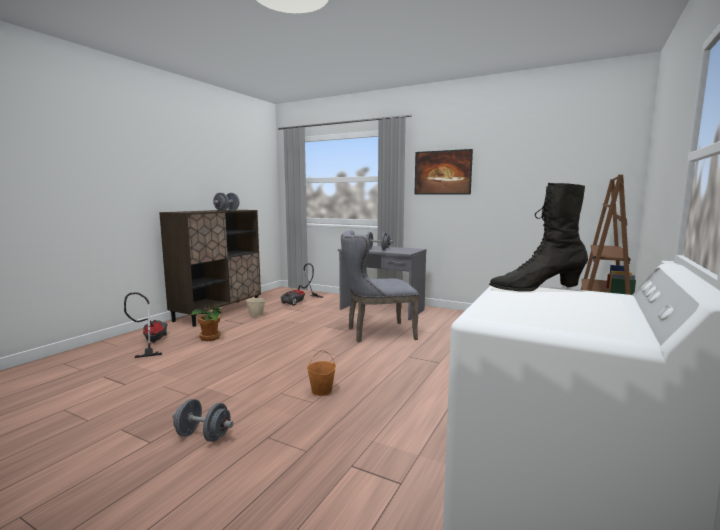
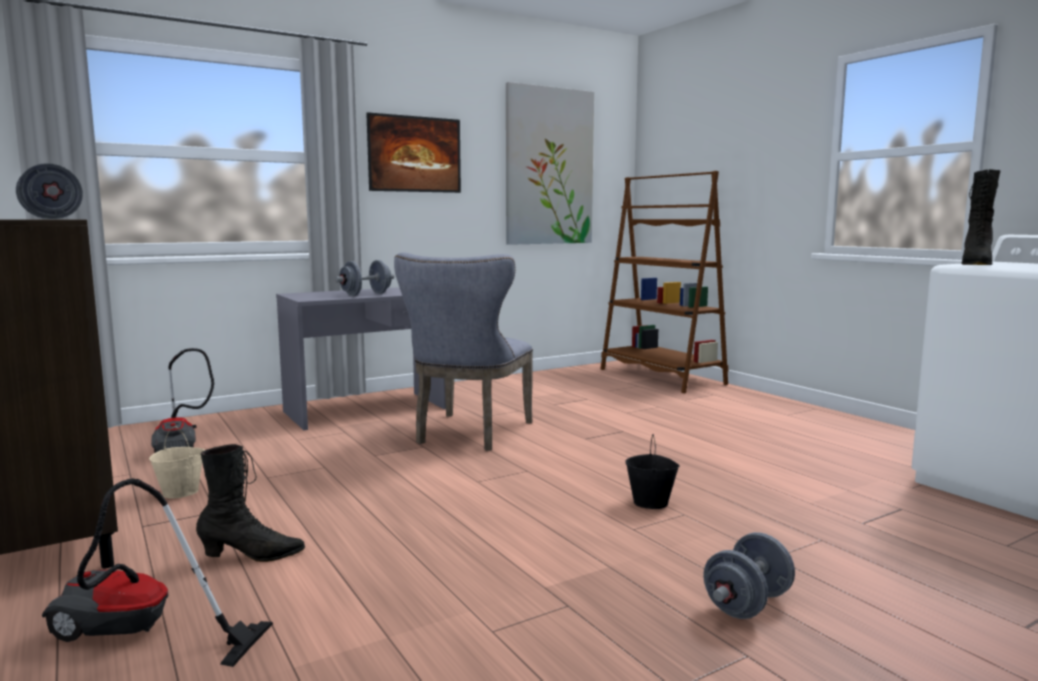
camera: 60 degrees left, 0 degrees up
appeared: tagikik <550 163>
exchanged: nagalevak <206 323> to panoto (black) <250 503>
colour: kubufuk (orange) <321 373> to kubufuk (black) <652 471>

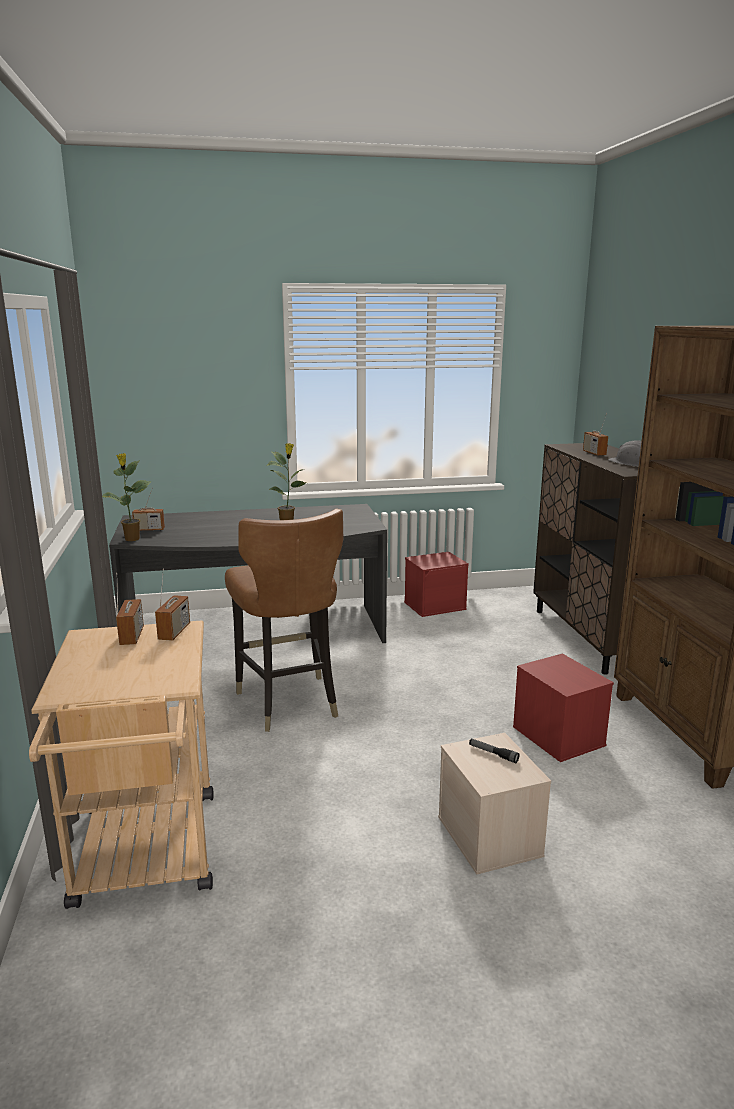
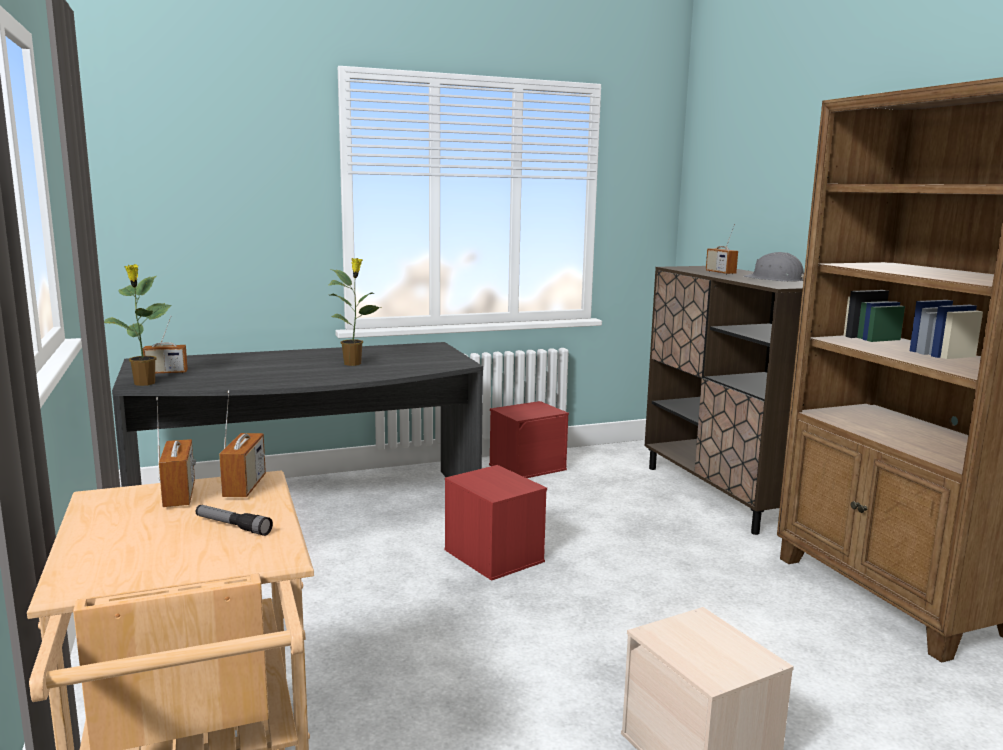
camera: 10 degrees left, 5 degrees down
missing: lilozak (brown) <284 620>
relocated: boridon <494 750> to <234 520>; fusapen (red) <563 707> to <496 523>

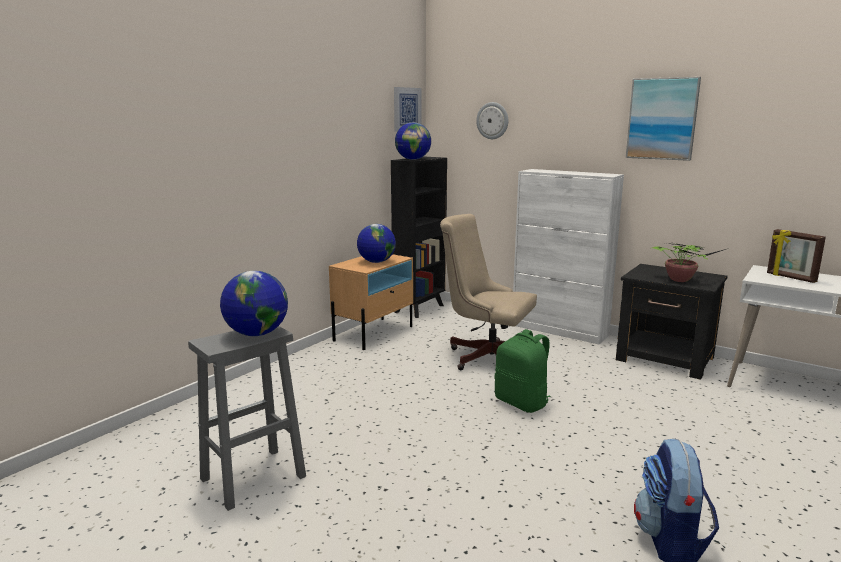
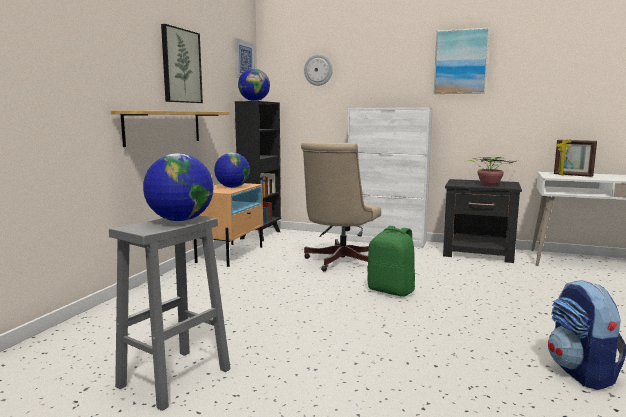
camera: 15 degrees left, 5 degrees down
appeared: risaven <170 128>; tagikik <182 63>
spun: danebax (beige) <488 292> = <341 206> 75 degrees counterclockwise

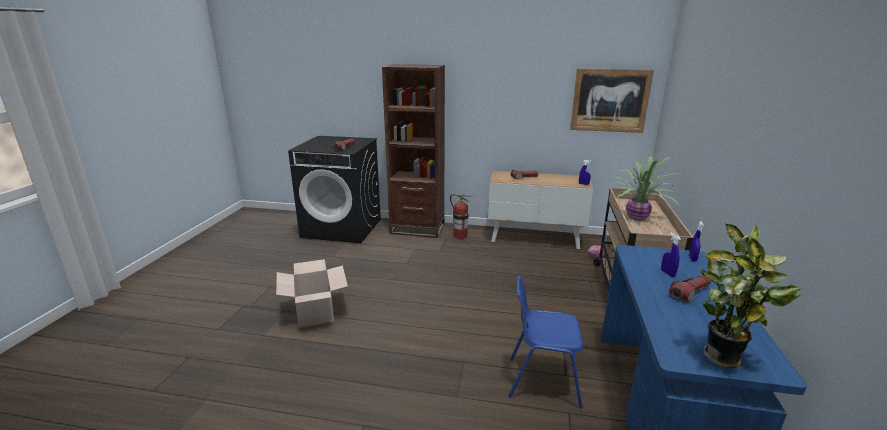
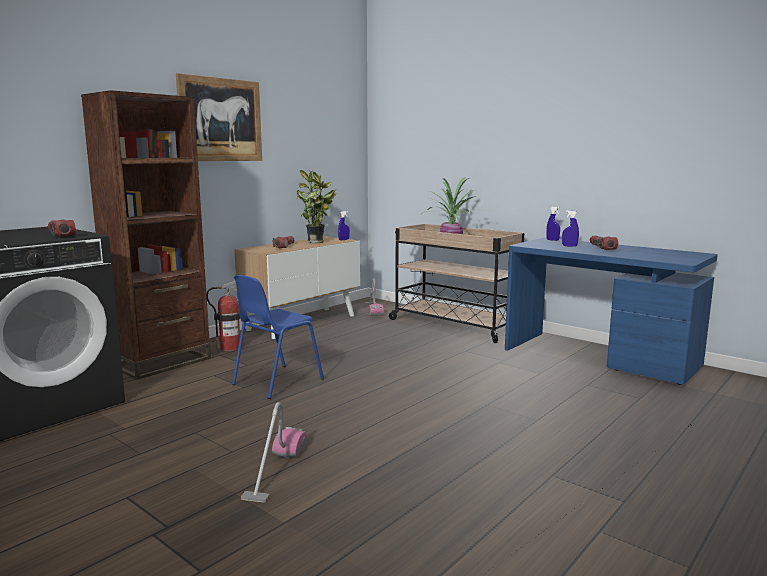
camera: 60 degrees left, 10 degrees down
relocated: lilozak (blue) <545 342> to <278 337>; tagikik <612 100> to <219 117>; nagalevak <751 295> to <316 206>
exchanged: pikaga <312 293> to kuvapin <274 452>

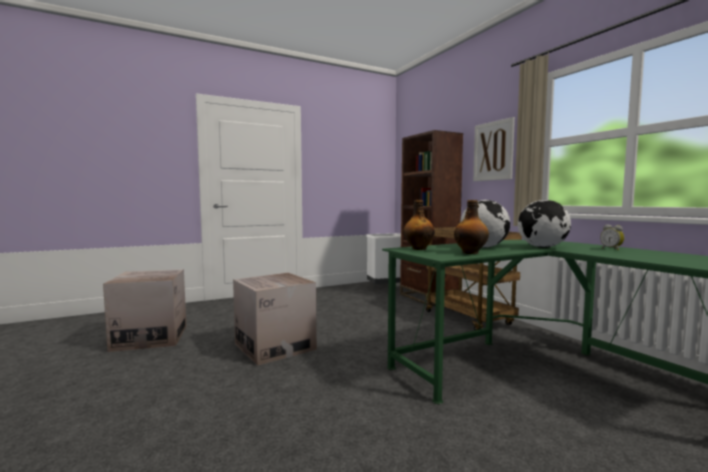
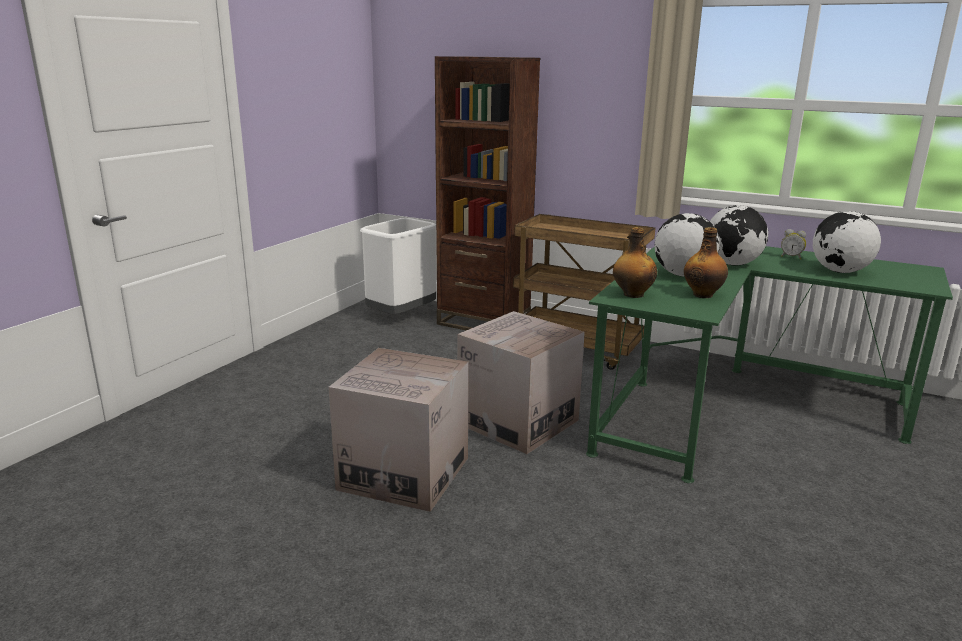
camera: 35 degrees left, 15 degrees up
missing: tagikik <494 149>
appeared: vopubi <847 242>
relocated: pikaga <144 310> to <521 382>

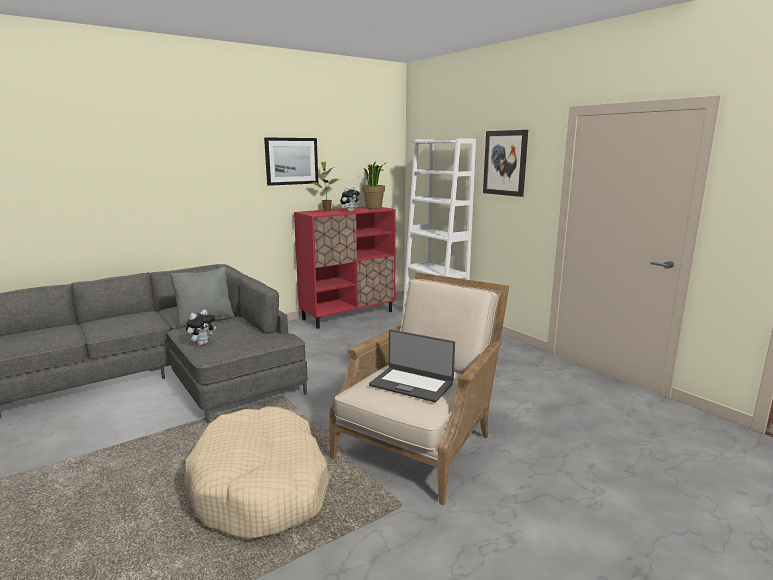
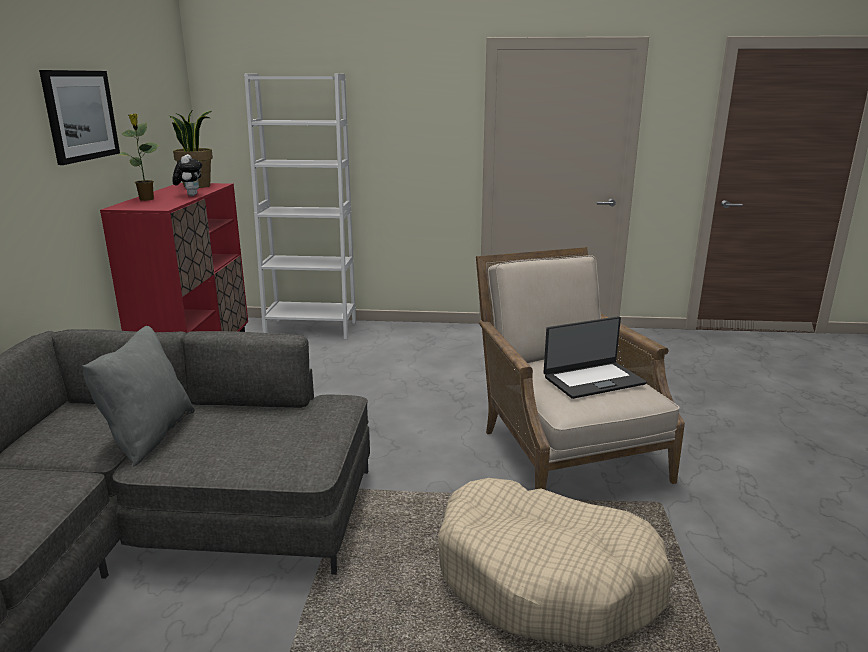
camera: 50 degrees left, 5 degrees up
missing: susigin <201 327>; tagikik <505 163>

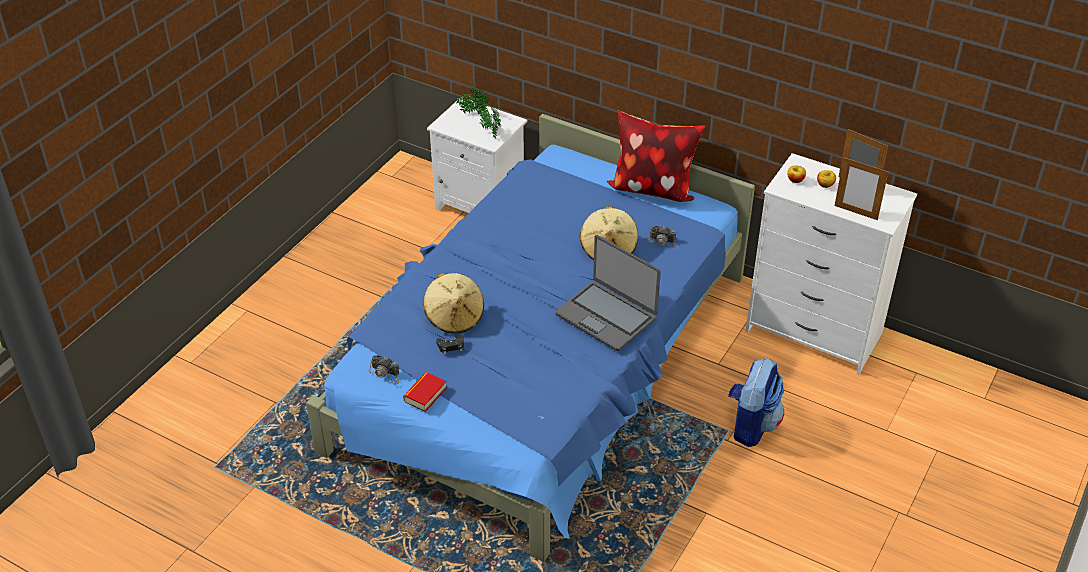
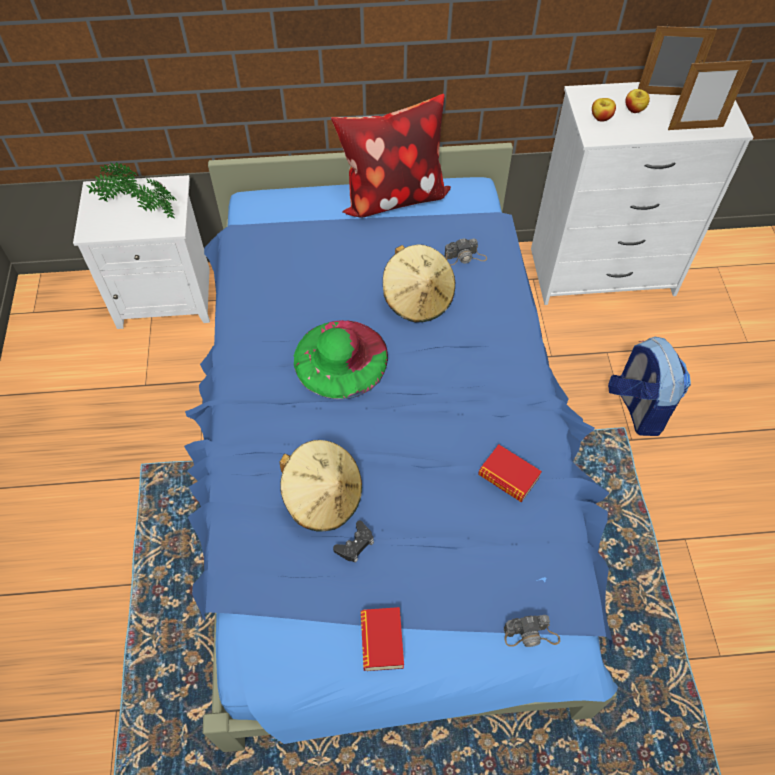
camera: 35 degrees left, 15 degrees up
missing: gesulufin <608 293>
appeared: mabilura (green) <341 359>; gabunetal <510 473>
relocated: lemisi <384 370> to <532 631>

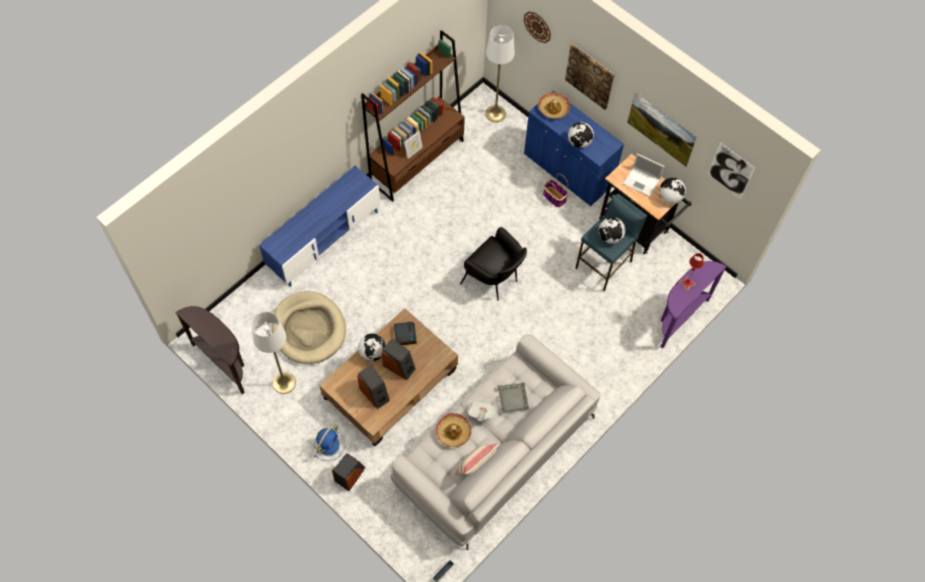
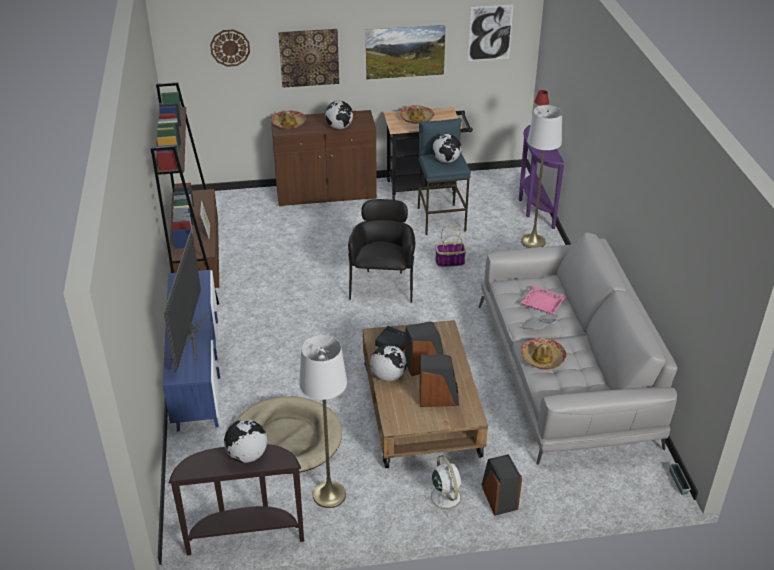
camera: 50 degrees left, 25 degrees down
missing: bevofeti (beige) <477 459>
appeared: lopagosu <186 301>
relocated: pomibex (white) <500 73> to <541 176>; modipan <555 190> to <450 246>; vopubi <672 191> to <245 441>
exchanged: gesulufin <644 175> to mabilura <417 114>
colour: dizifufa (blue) <329 442> to dizifufa (white) <445 486>; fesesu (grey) <513 397> to fesesu (pink) <543 299>; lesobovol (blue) <574 148> to lesobovol (brown) <324 158>
spun: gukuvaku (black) <493 263> = <381 251> 75 degrees counterclockwise

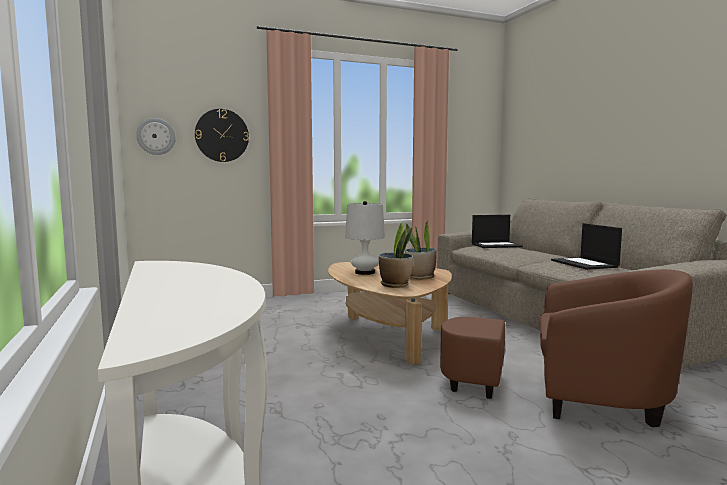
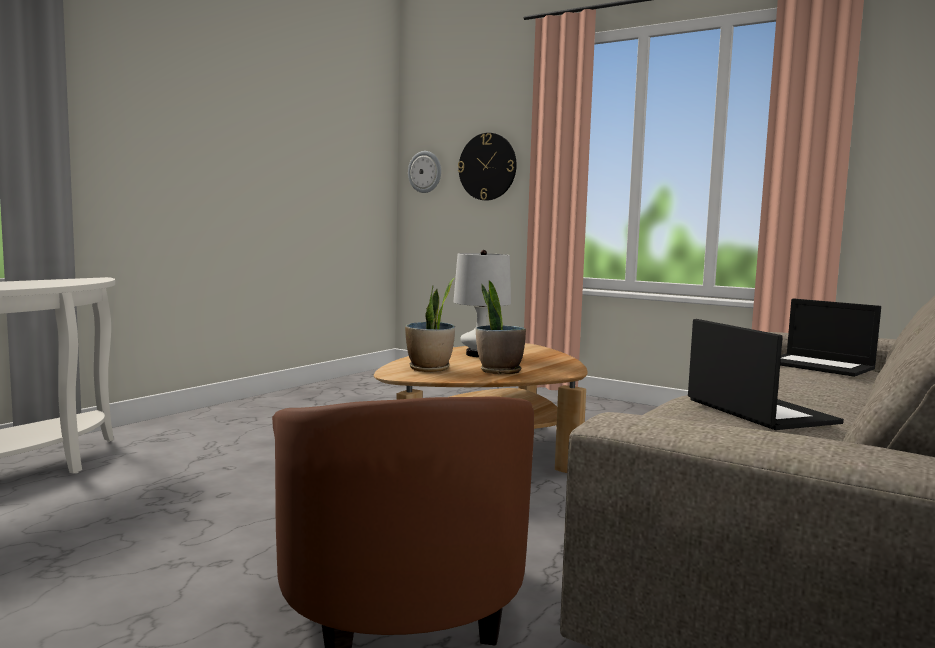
camera: 55 degrees right, 0 degrees up
spun: gesulufin <586 246> = <766 374> 120 degrees clockwise

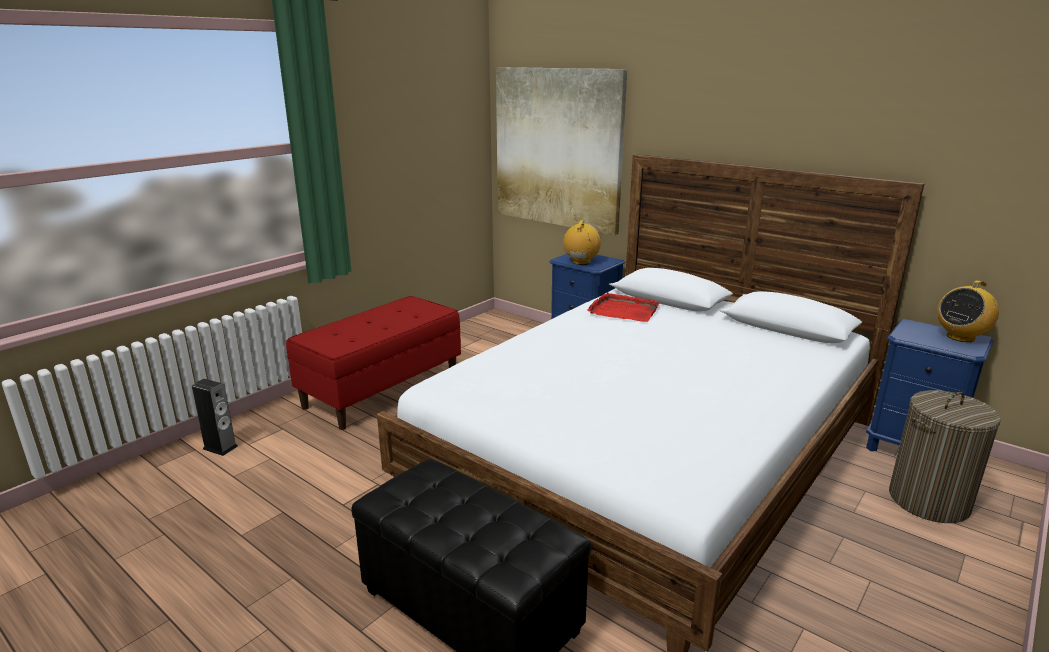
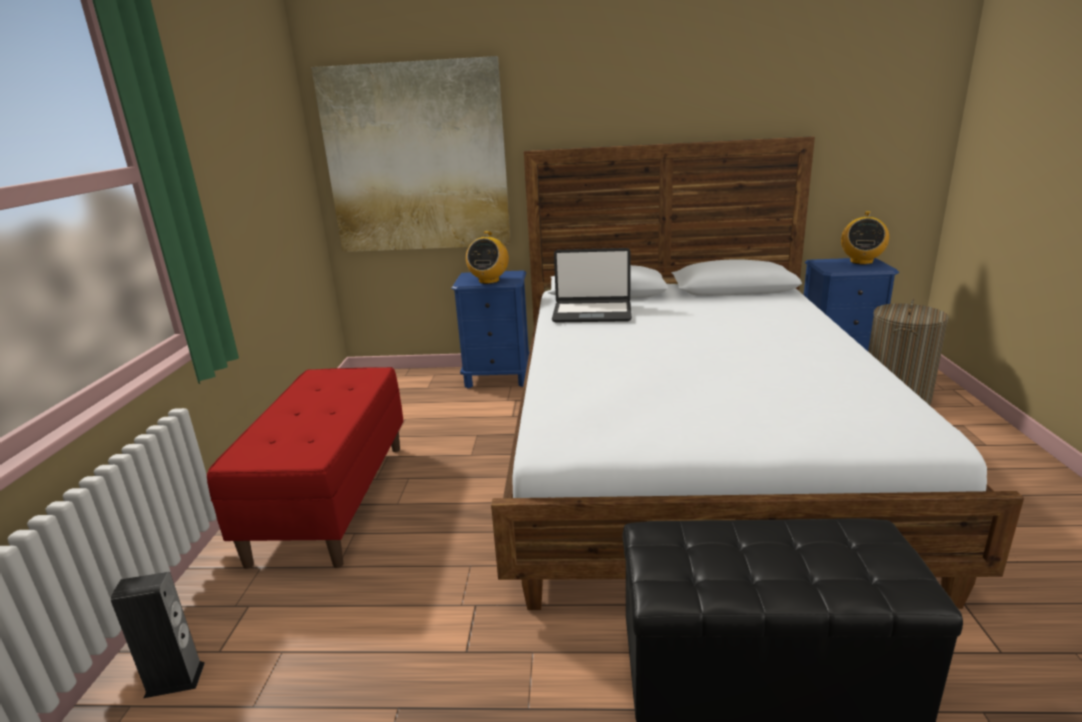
camera: 35 degrees left, 0 degrees up
exchanged: fesesu (red) <623 307> to gesulufin <592 285>
spun: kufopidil <582 242> = <487 257> 150 degrees counterclockwise

